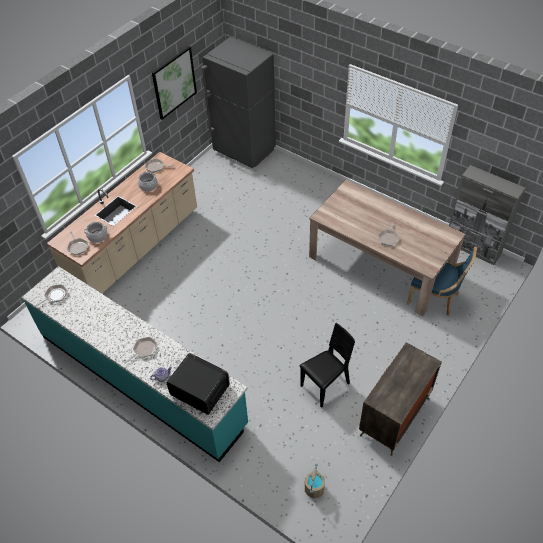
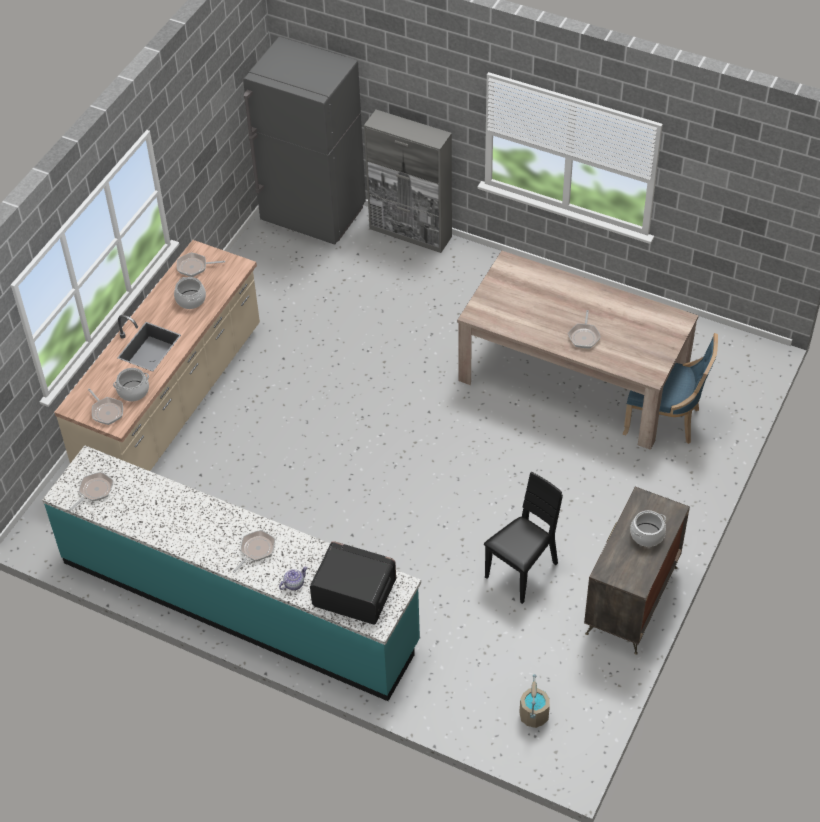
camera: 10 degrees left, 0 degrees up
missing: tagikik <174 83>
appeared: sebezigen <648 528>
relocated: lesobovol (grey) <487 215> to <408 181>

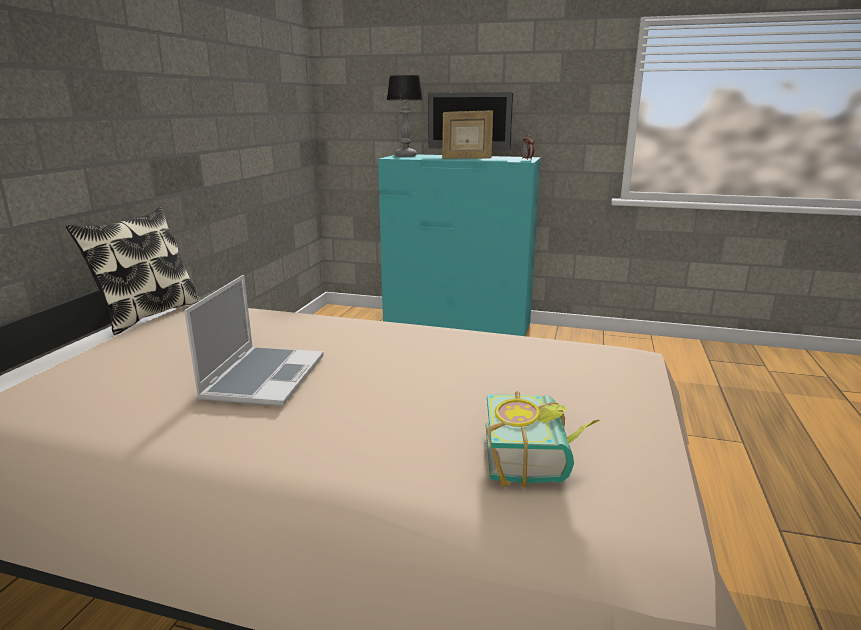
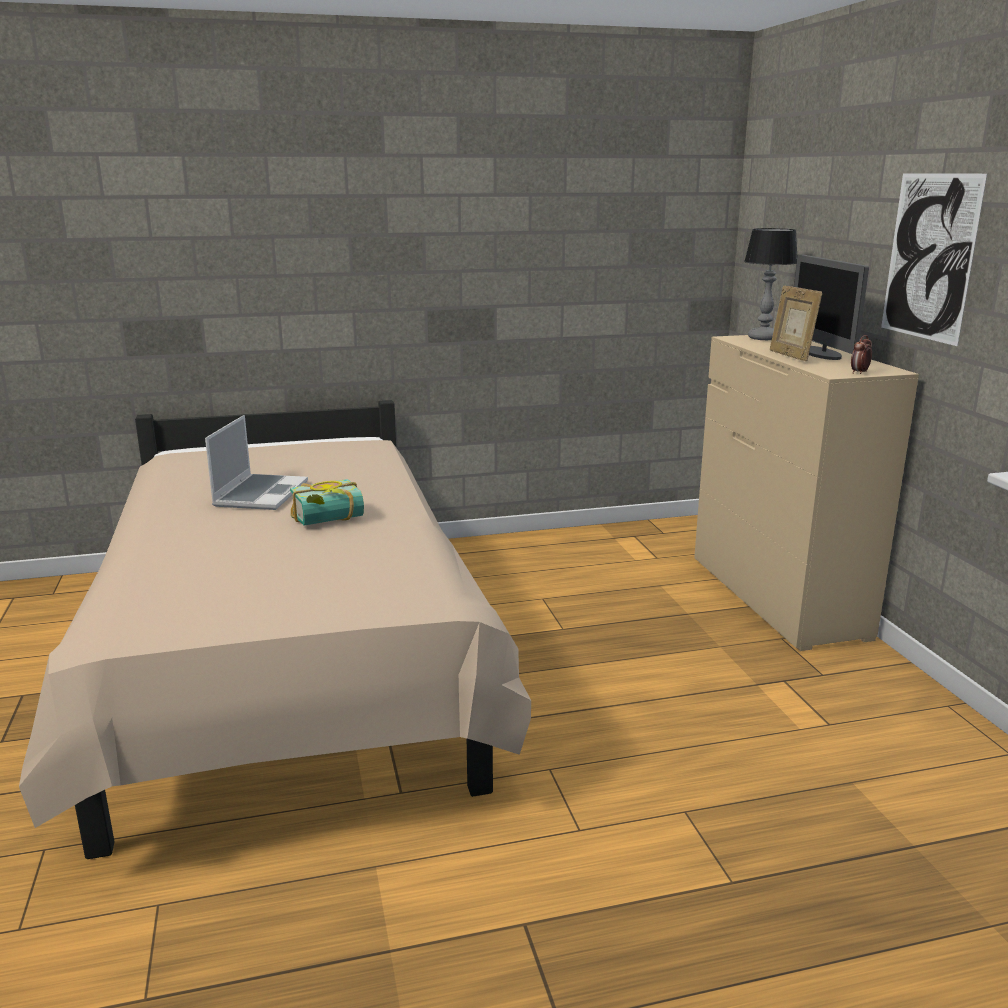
camera: 60 degrees right, 0 degrees up
missing: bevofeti <133 271>
appeared: tagikik <934 259>
relocated: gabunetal <543 439> to <327 502>
colour: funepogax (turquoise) <459 245> to funepogax (beige) <806 493>
spun: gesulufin <254 340> = <256 462> 60 degrees counterclockwise

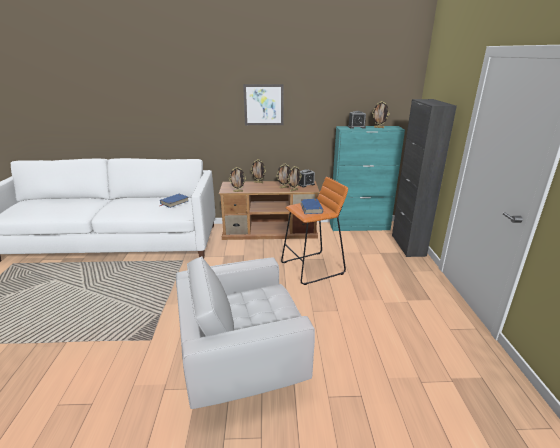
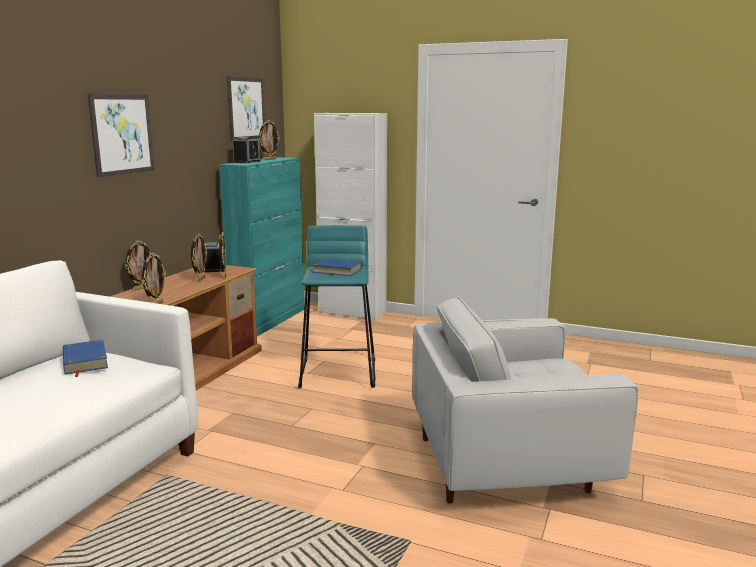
camera: 65 degrees left, 10 degrees down
appeared: tagikik <246 108>
colour: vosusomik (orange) <314 231> to vosusomik (turquoise) <336 306>; lesobovol (black) <424 178> to lesobovol (white) <350 217>
spun: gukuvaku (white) <245 332> = <525 400> 75 degrees clockwise

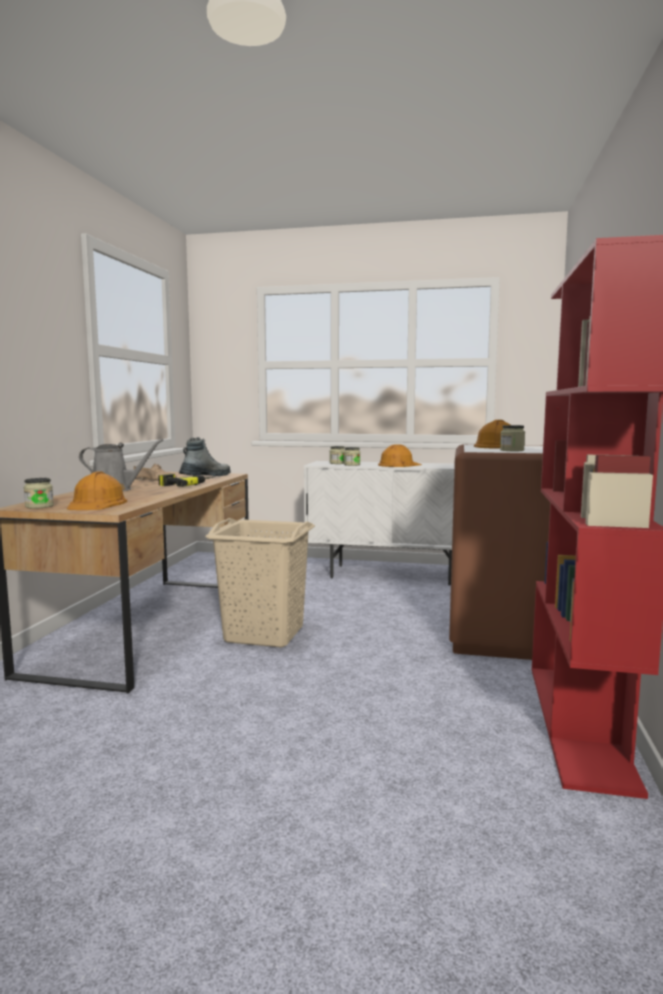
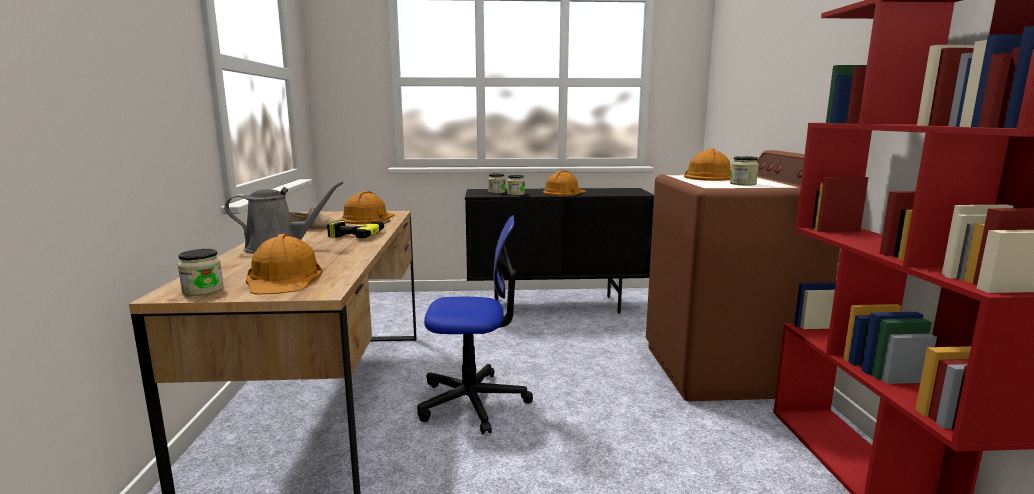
camera: 15 degrees left, 5 degrees up
exchanged: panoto <205 456> to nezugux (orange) <368 207>; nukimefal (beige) <260 582> to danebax <475 325>
colour: lesobovol (white) <379 523> to lesobovol (black) <559 251>

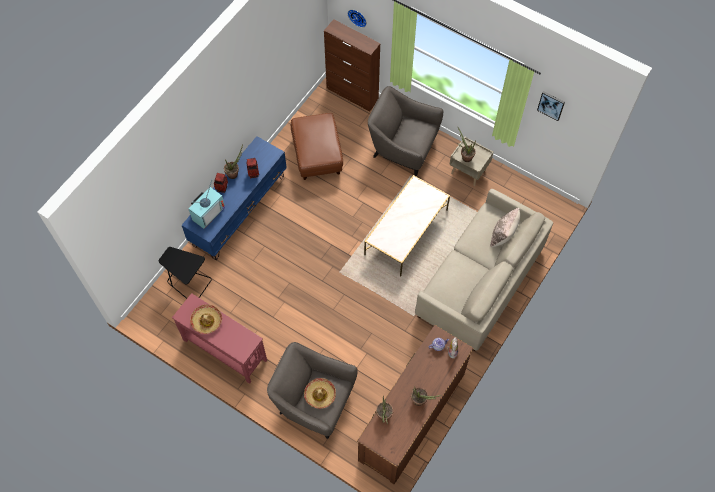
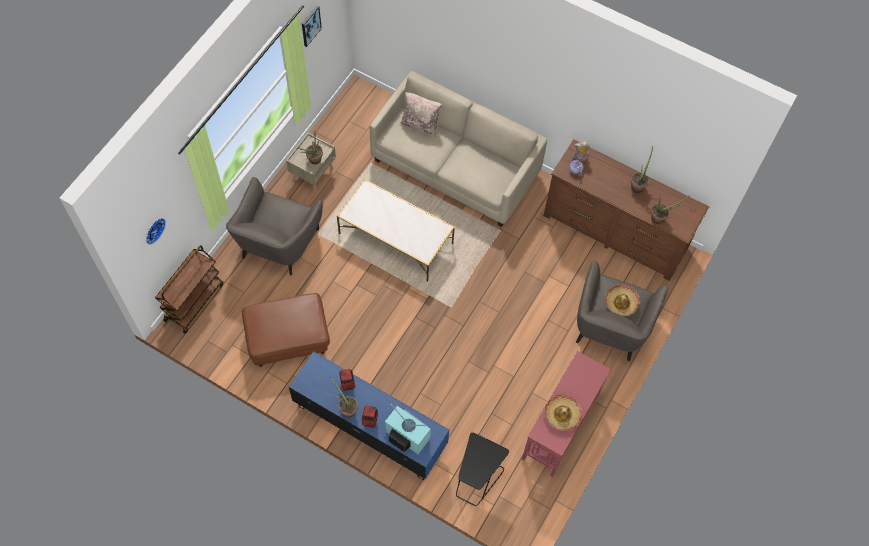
camera: 95 degrees left, 0 degrees up
exchanged: lesobovol (brown) <352 65> to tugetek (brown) <189 289>

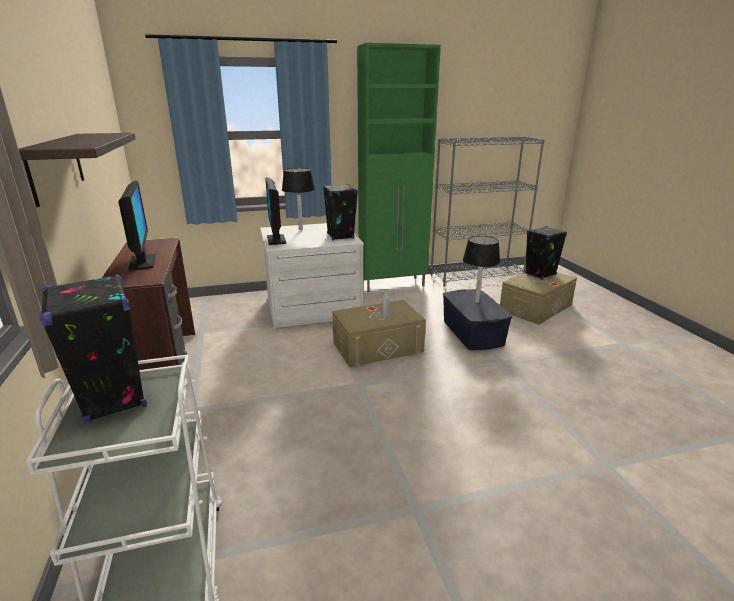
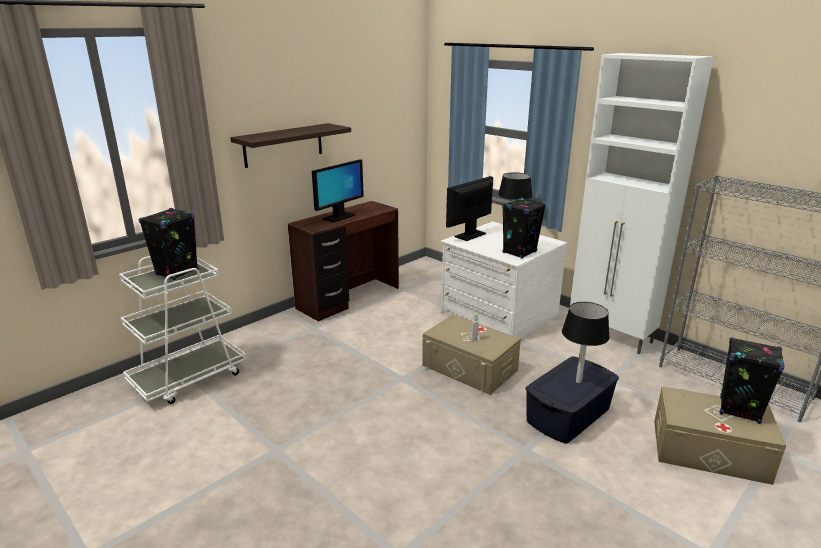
camera: 60 degrees right, 0 degrees up
colour: lesobovol (green) <399 167> to lesobovol (white) <642 203>

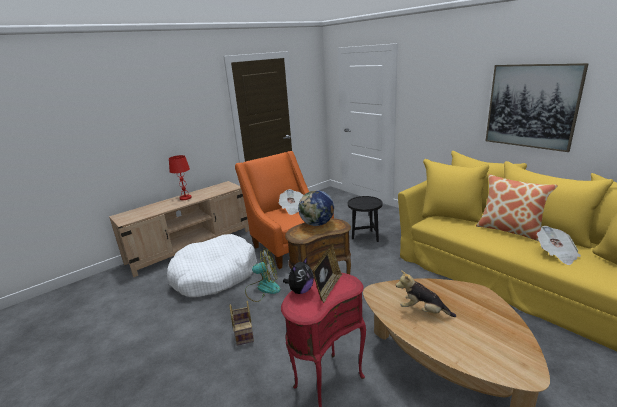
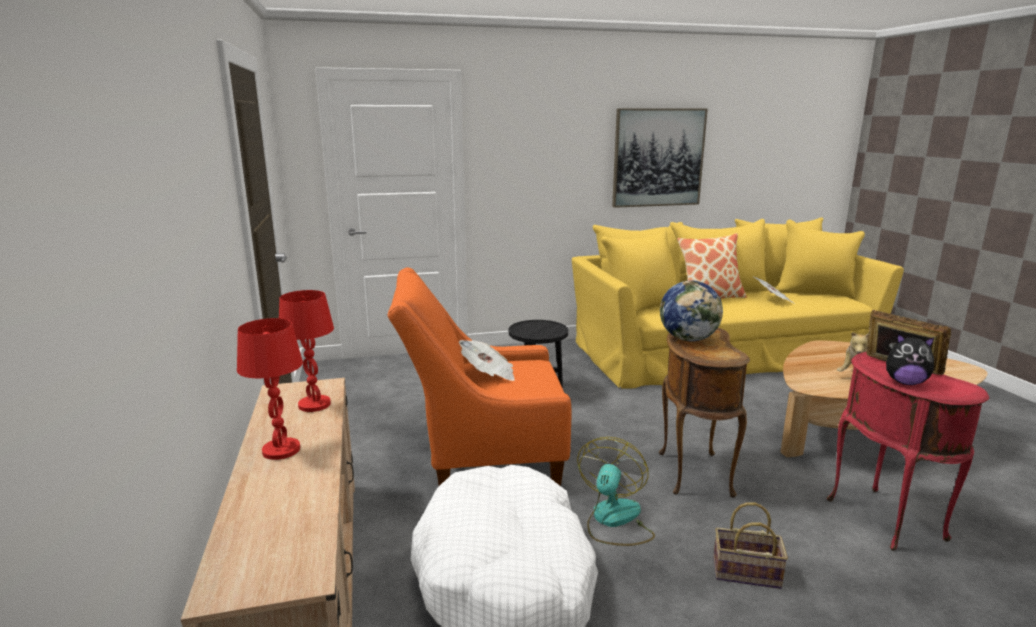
camera: 65 degrees left, 5 degrees down
appeared: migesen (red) <306 351>
spun: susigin <298 275> = <910 359> 135 degrees clockwise

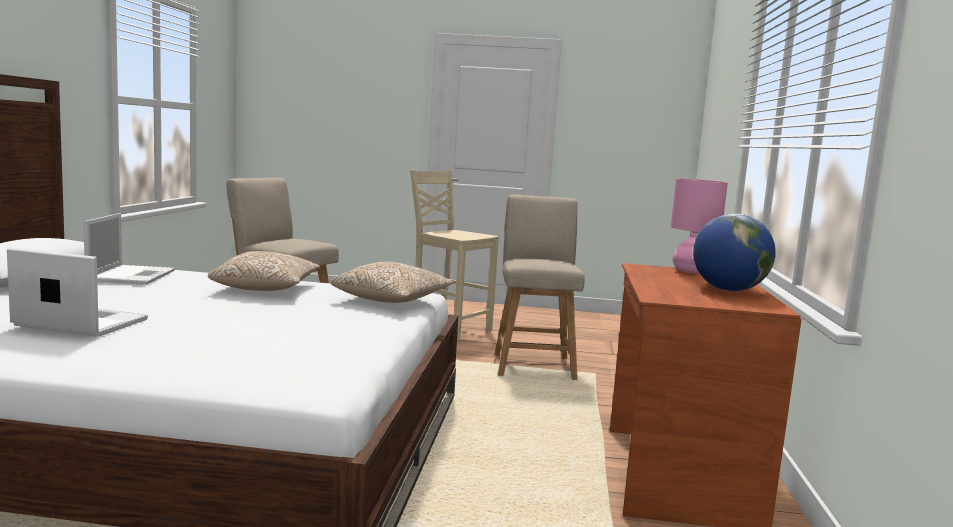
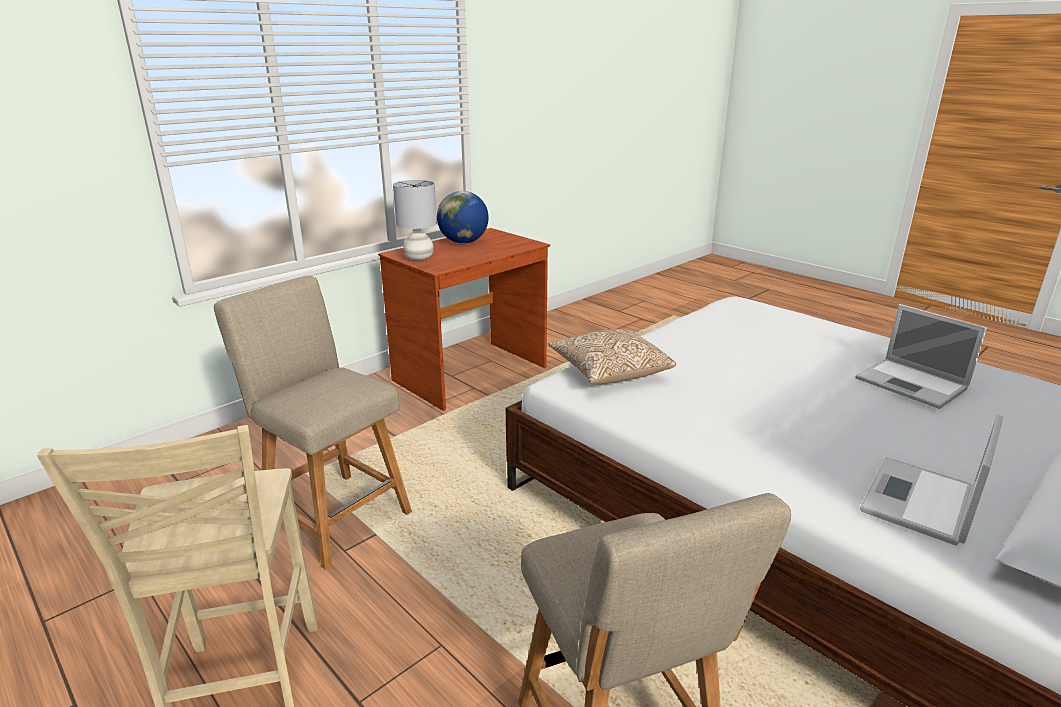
camera: 140 degrees left, 15 degrees up
missing: bevofeti <264 271>
colour: migesen (pink) <699 226> to migesen (grey) <415 220>
spun: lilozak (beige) <540 287> = <313 422> 90 degrees clockwise

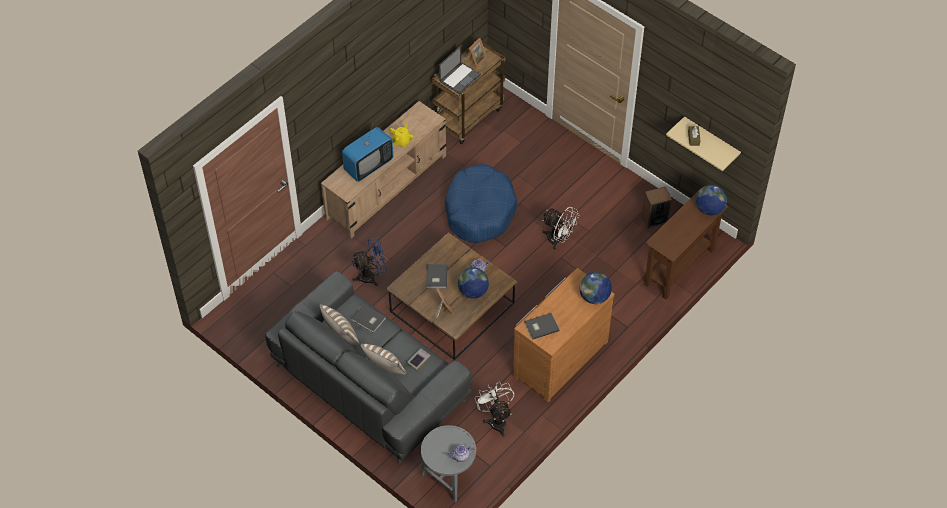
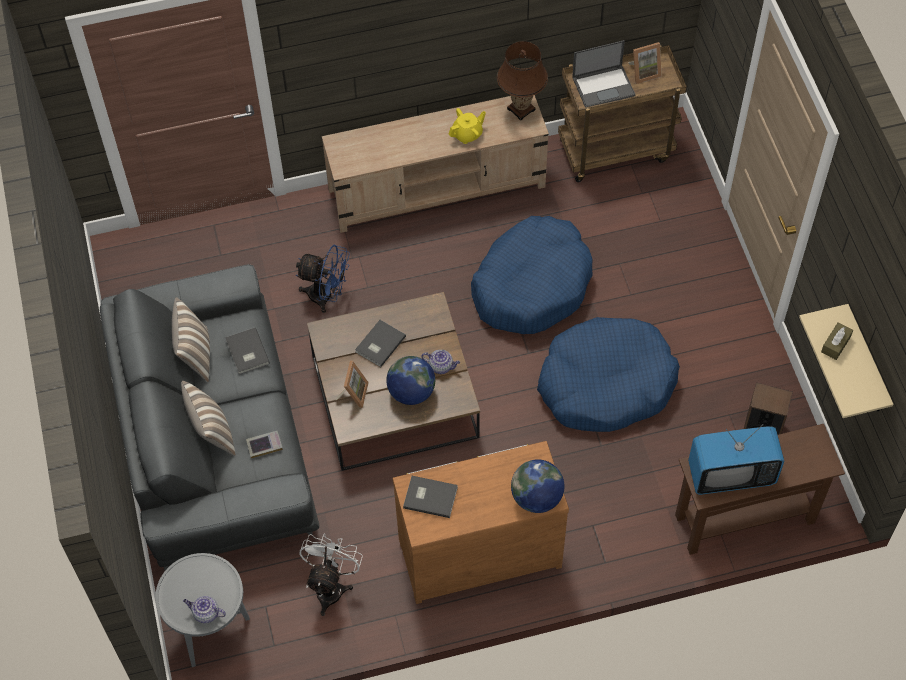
camera: 35 degrees right, 5 degrees up
missing: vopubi <711 200>
appeared: migesen (brown) <522 81>
relocated: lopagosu <367 153> to <736 459>
exchanged: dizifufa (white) <560 228> to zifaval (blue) <608 374>

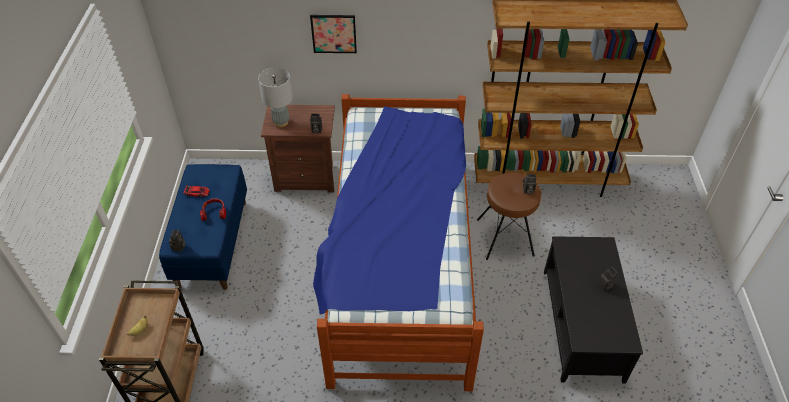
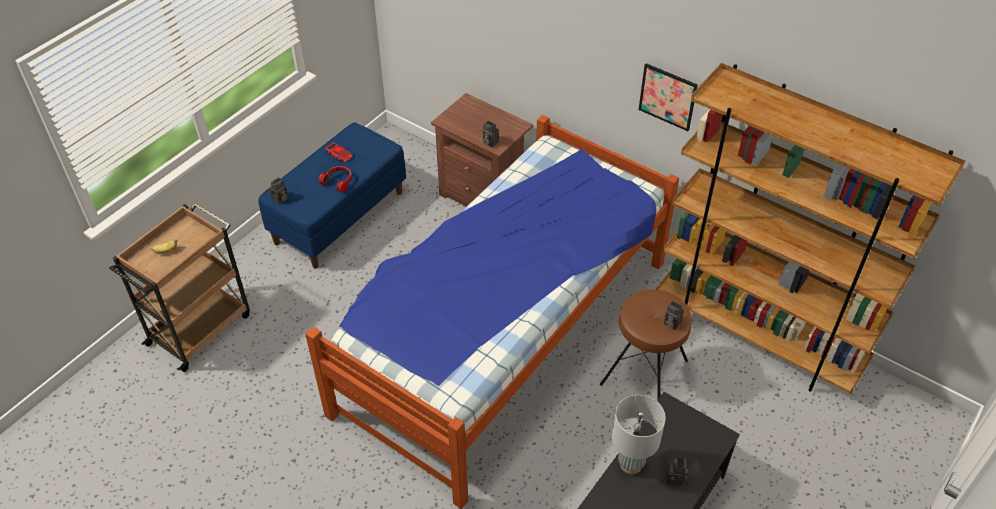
camera: 35 degrees right, 0 degrees up
relocated: migesen (grey) <275 97> to <639 434>; tagikik <333 34> to <668 97>

